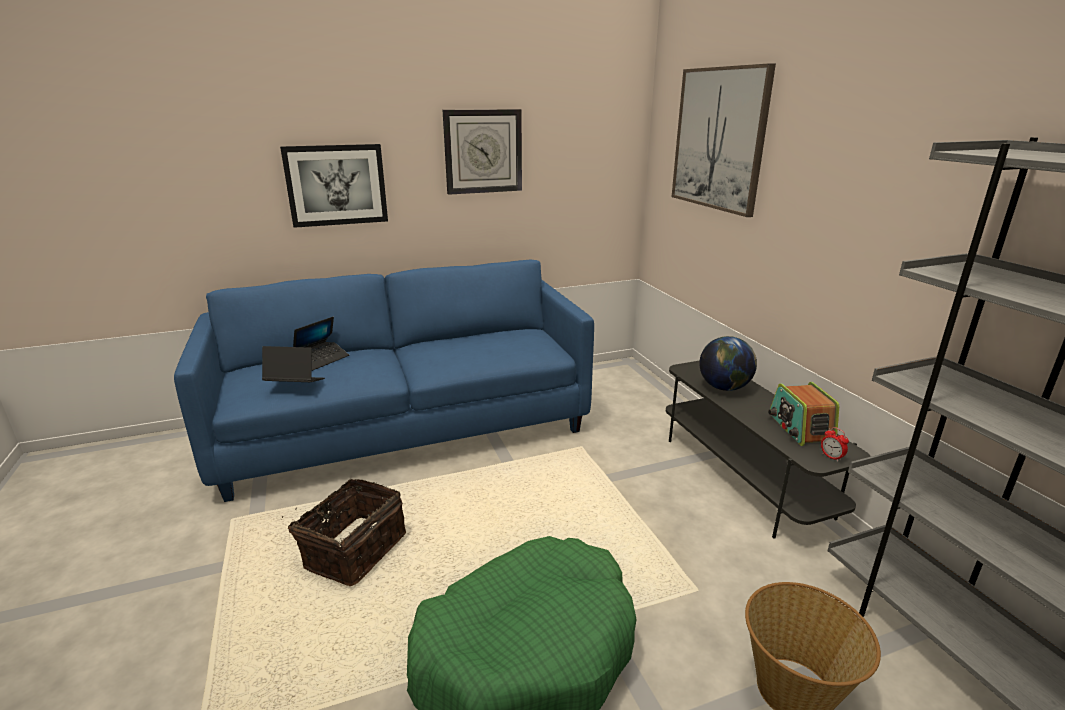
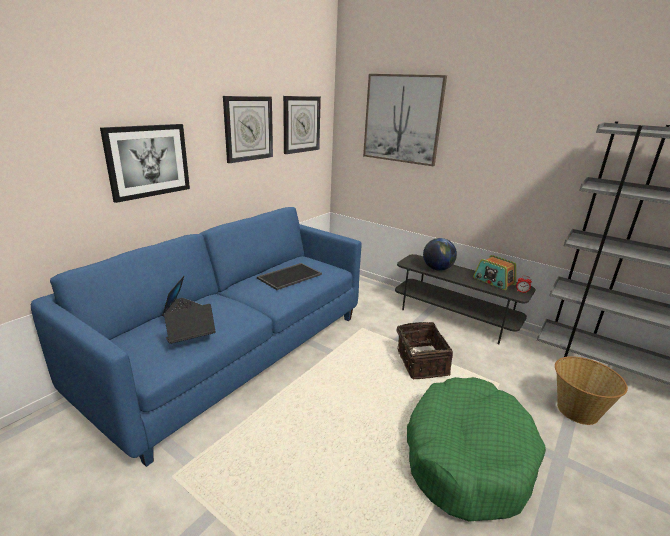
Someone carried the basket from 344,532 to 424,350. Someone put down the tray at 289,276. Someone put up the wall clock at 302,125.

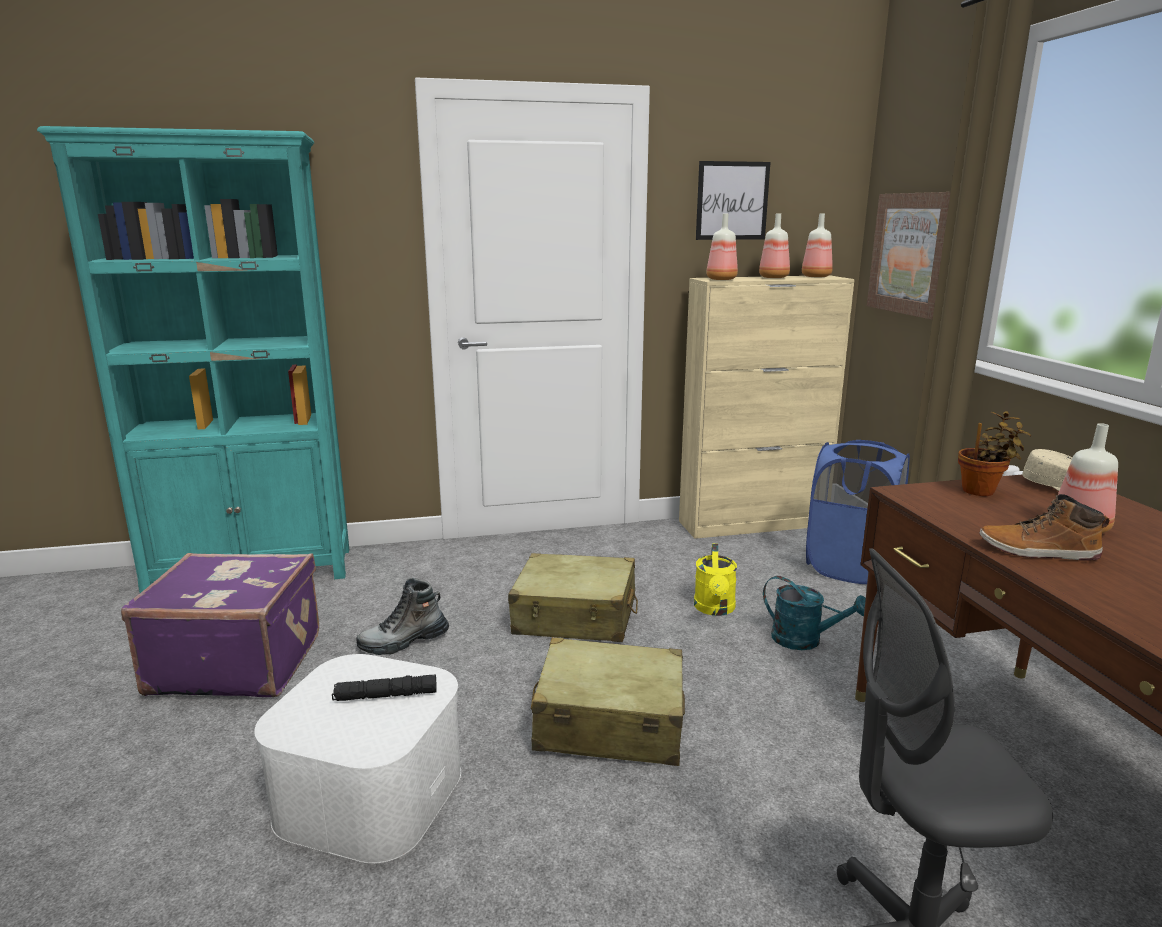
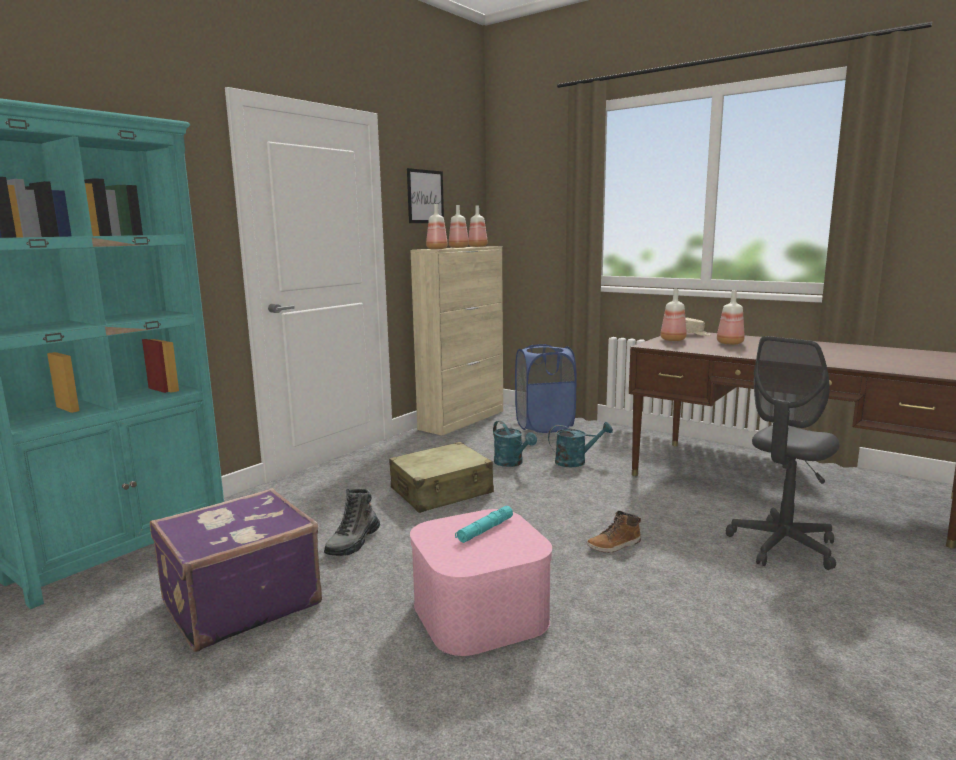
Someone repainted the storage box/white at 357,759, which became the storage box/pink at 481,582. Someone repainted the flashlight/black at 384,688, which became the flashlight/turquoise at 484,524. Someone took away the suitcase/beige at 608,701. Someone repainted the watering can/yellow at 715,579, which became the watering can/turquoise at 515,444. Someone took away the picture at 908,256. Someone swapped the potted plant at 994,453 for the bottle at 674,315. Someone carried the boot from 1045,527 to 614,532.

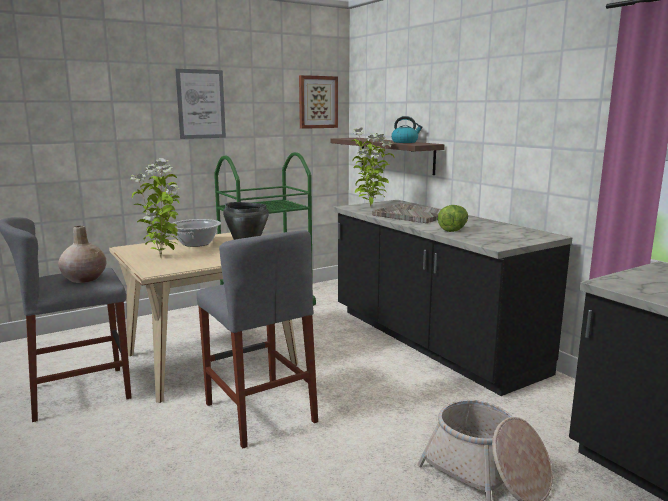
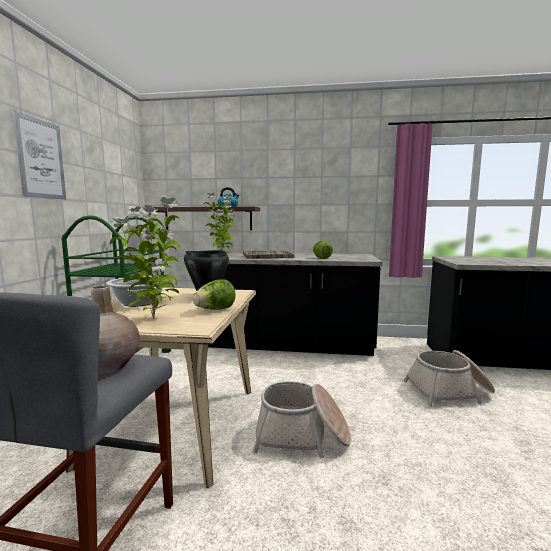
Someone swapped the stool/grey at 257,339 for the basket at 302,419. Someone took away the picture at 318,102. Someone put down the lettuce at 214,294.

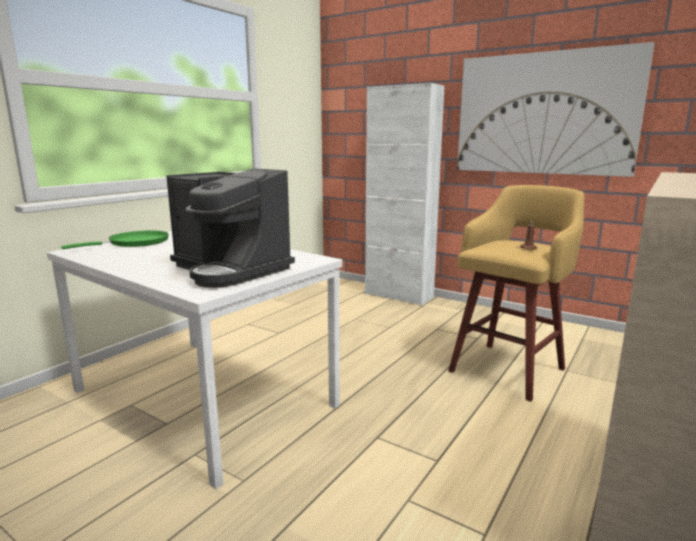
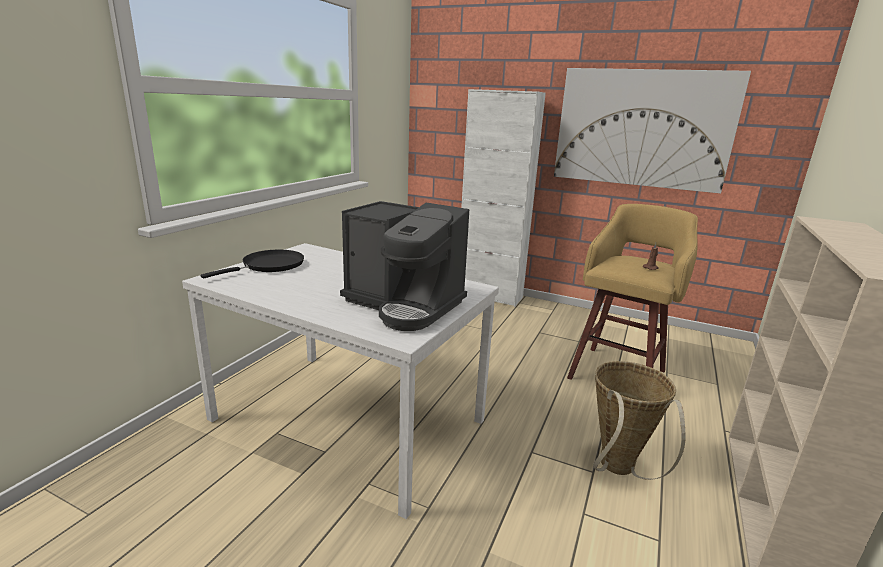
Someone repainted the frying pan/green at 115,240, which became the frying pan/black at 252,264. Someone put down the basket at 639,420.

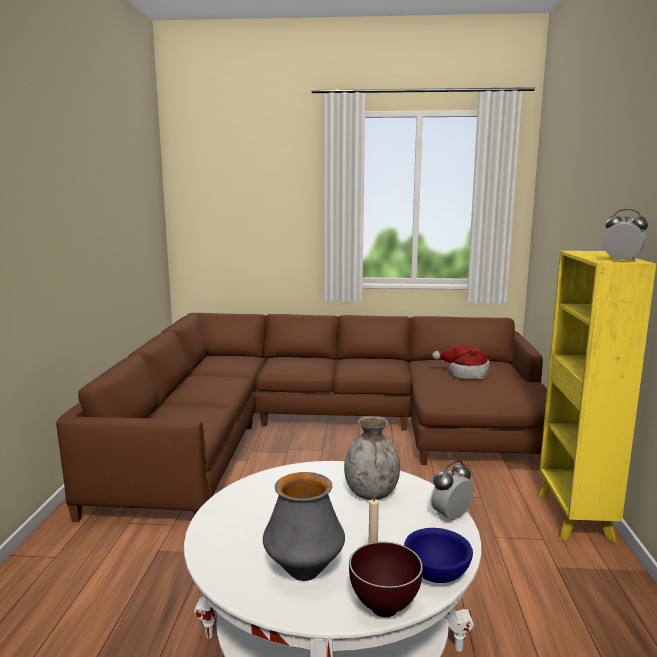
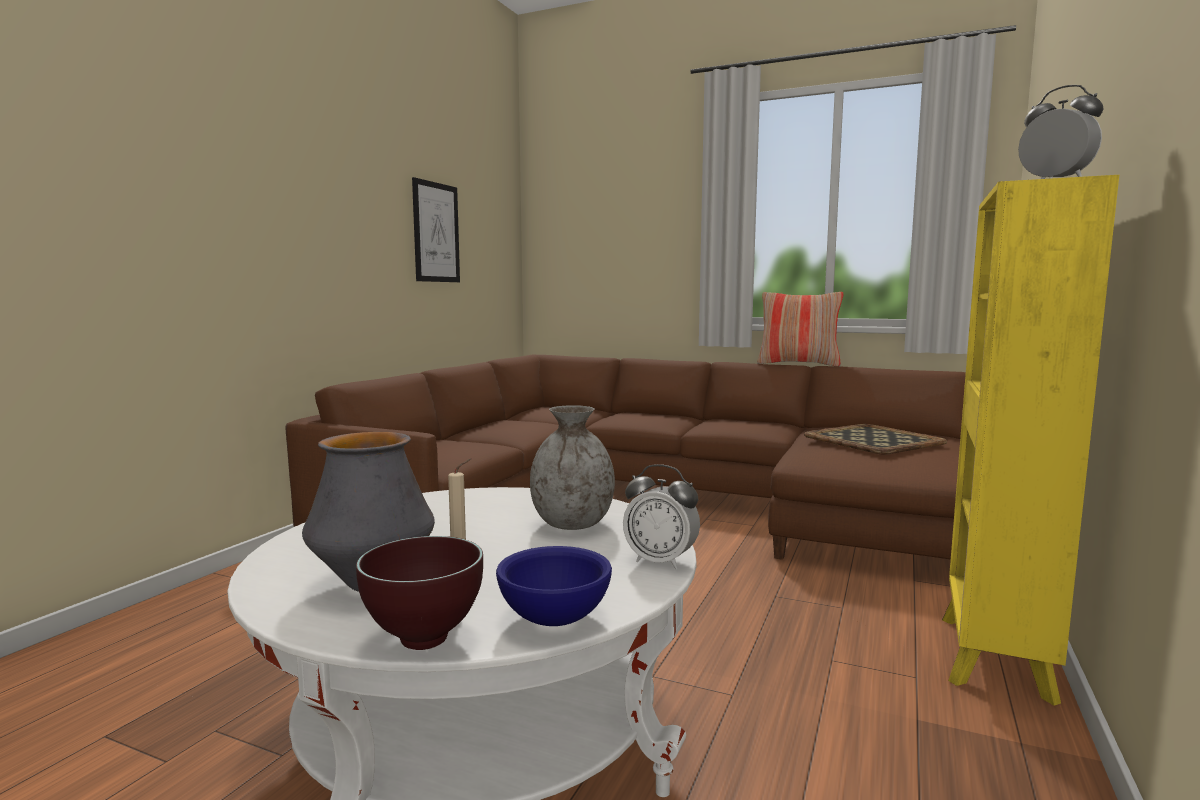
Someone rotated the alarm clock at 452,490 by 135 degrees counterclockwise. Someone swapped the hat at 461,362 for the tray at 875,439. Someone put up the picture at 436,229. Someone put down the pillow at 800,329.

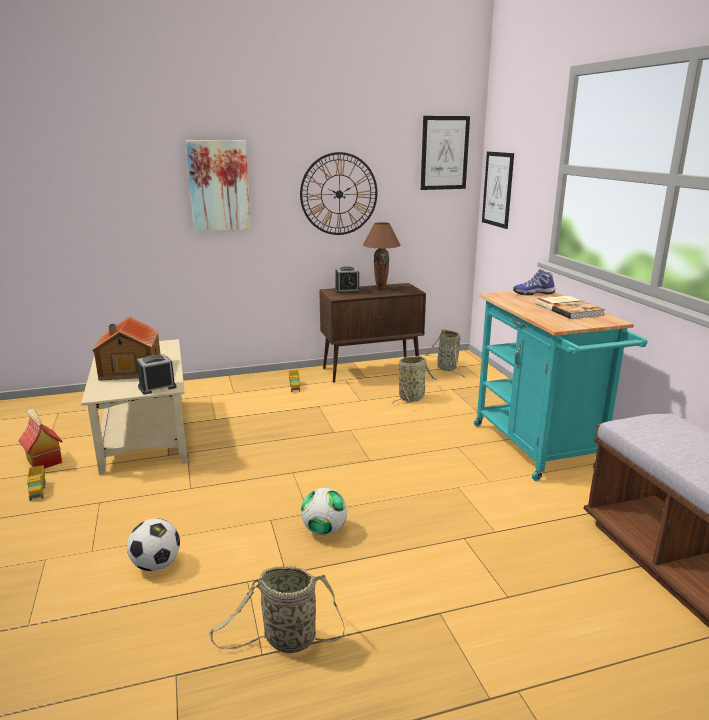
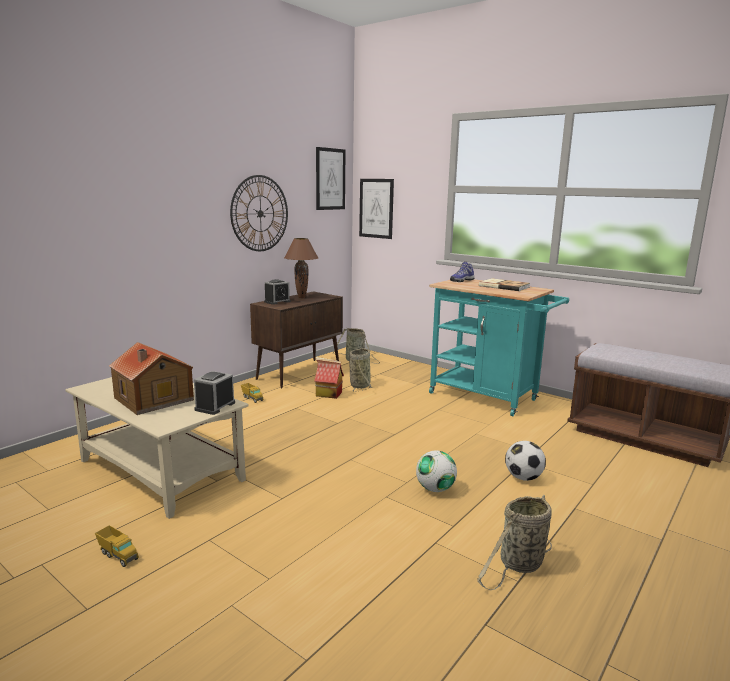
Someone carried the toy house from 41,438 to 329,378. Someone carried the football from 153,544 to 525,461. Someone took away the picture at 218,186.

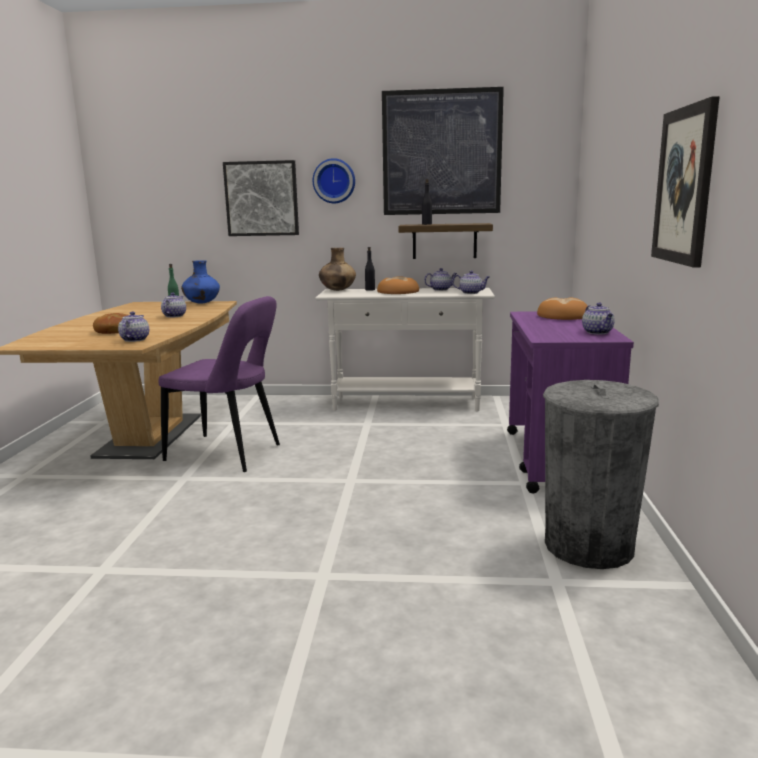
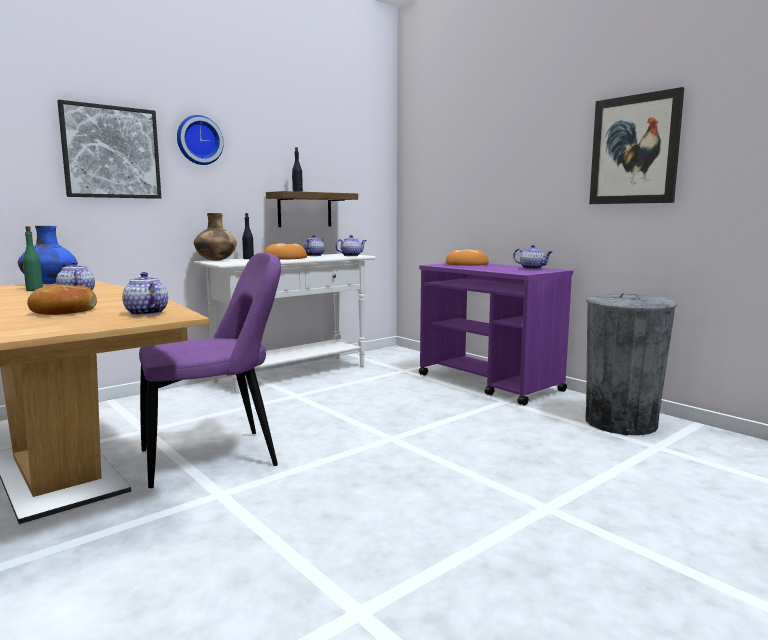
Someone took away the picture at 443,151.

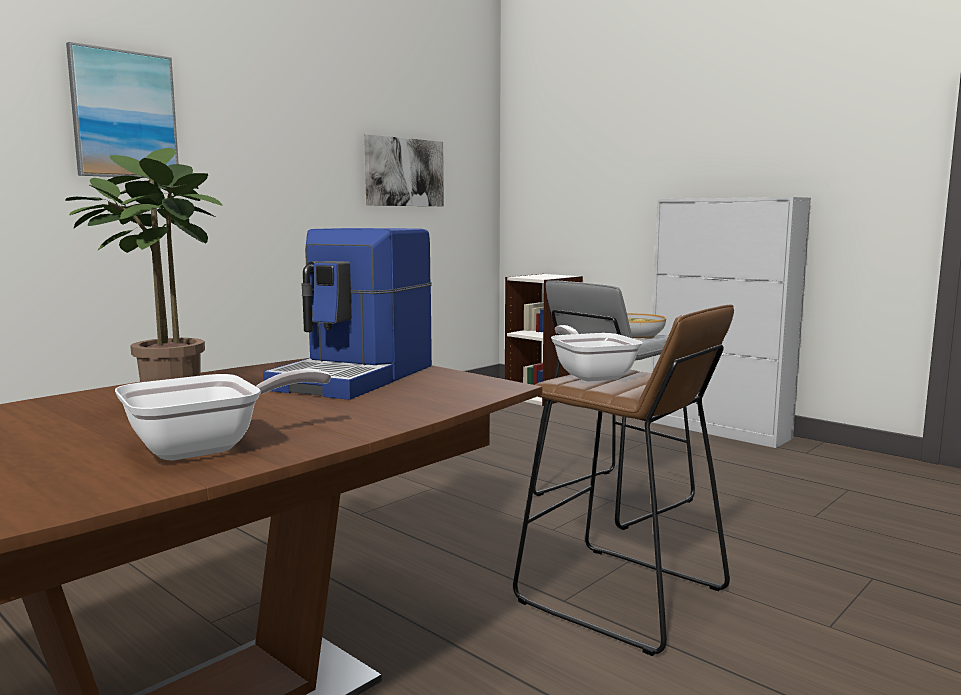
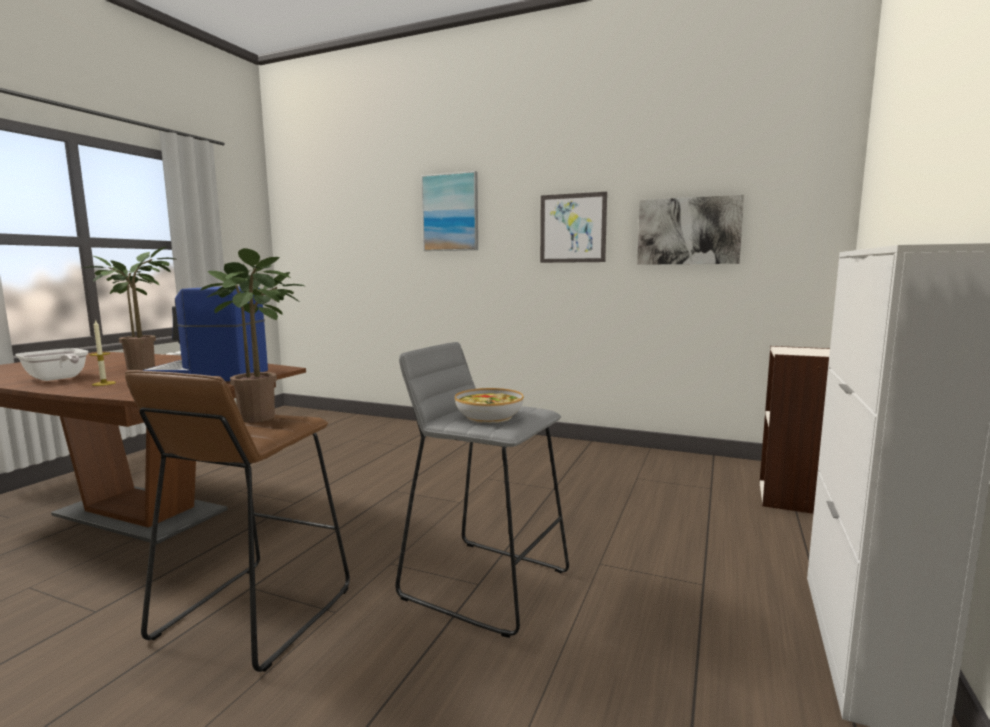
Someone swapped the frying pan at 597,353 for the potted plant at 252,335. Someone put down the candle at 103,352. Someone put up the picture at 573,227.

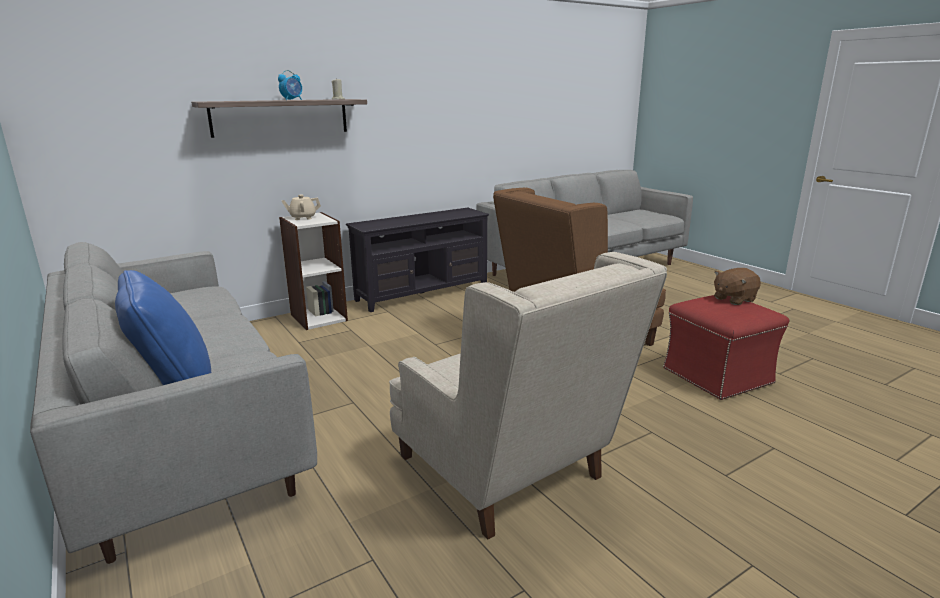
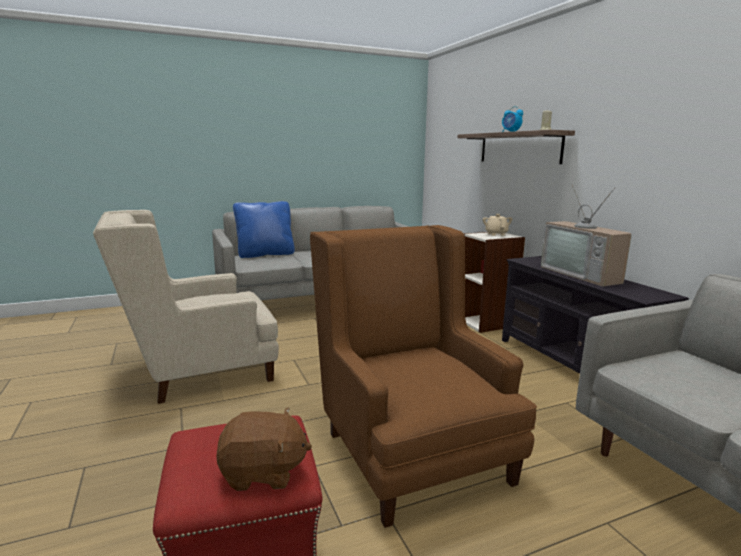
Someone rotated the plush toy/brown at 737,286 by 105 degrees clockwise. Someone put down the television at 586,235.

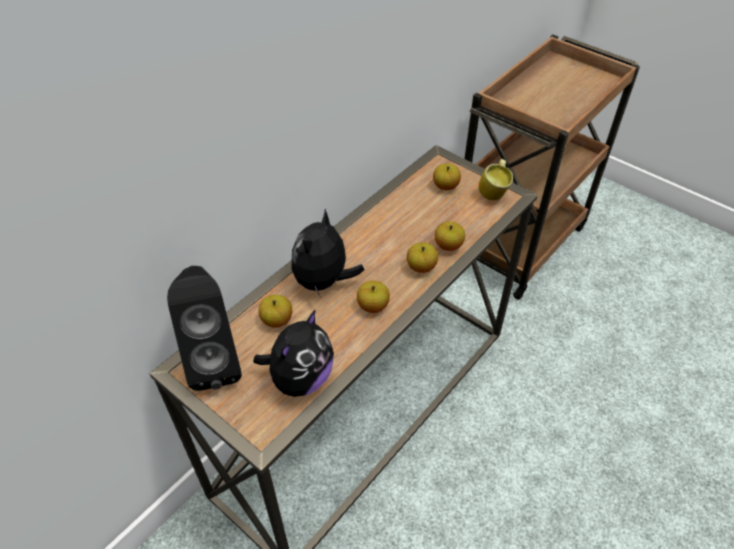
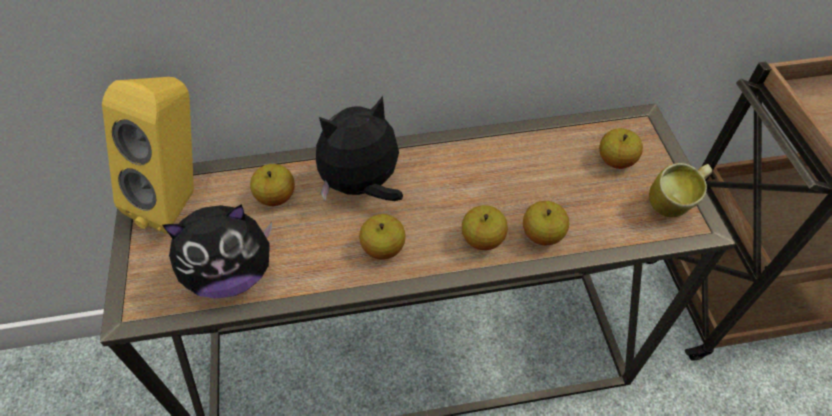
Someone repainted the speaker/black at 204,328, which became the speaker/yellow at 148,155.

